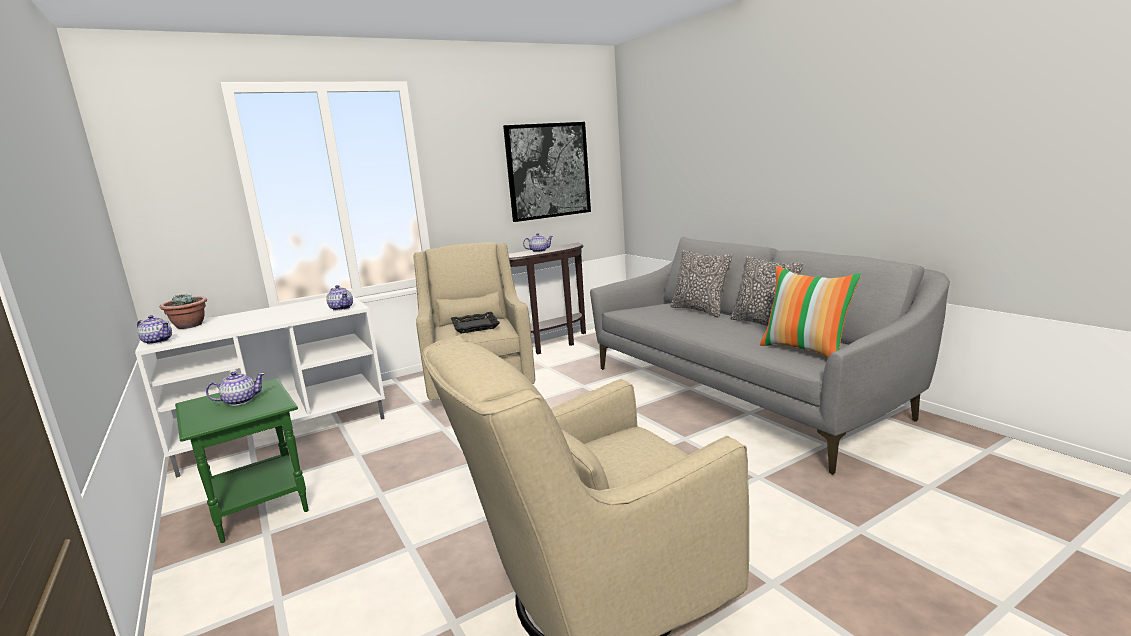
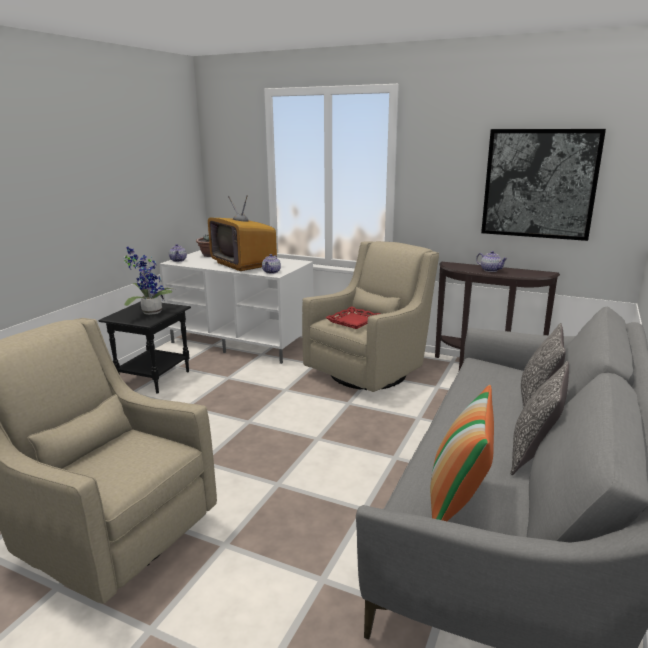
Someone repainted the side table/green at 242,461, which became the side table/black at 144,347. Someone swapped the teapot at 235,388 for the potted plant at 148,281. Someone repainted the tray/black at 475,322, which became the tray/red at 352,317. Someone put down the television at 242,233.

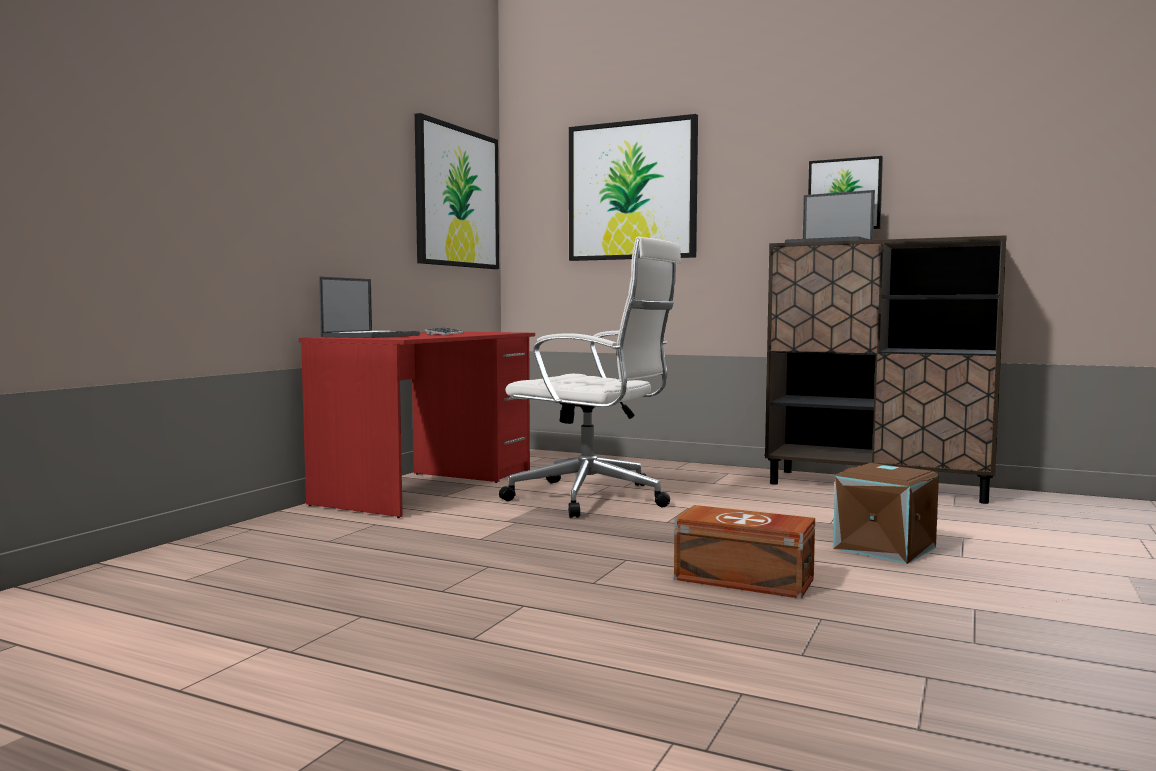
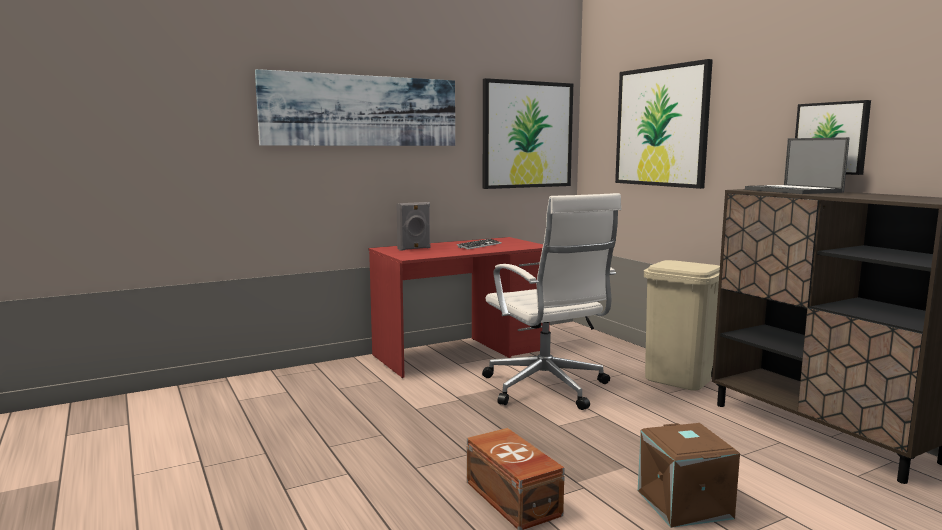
Someone swapped the laptop at 369,307 for the speaker/grey at 413,226. Someone put up the picture at 355,107. Someone put down the trash can/beige at 682,325.

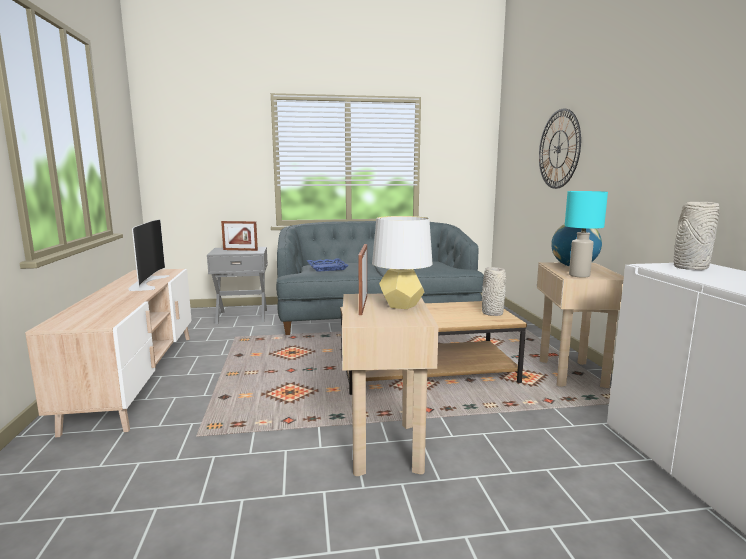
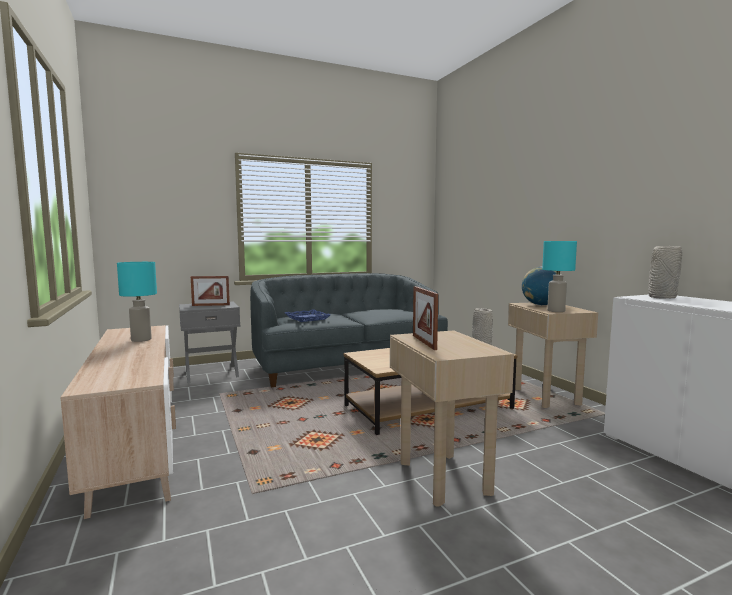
Someone swapped the television at 149,255 for the table lamp/turquoise at 137,302. Someone took away the table lamp/grey at 402,262. Someone took away the wall clock at 560,149.

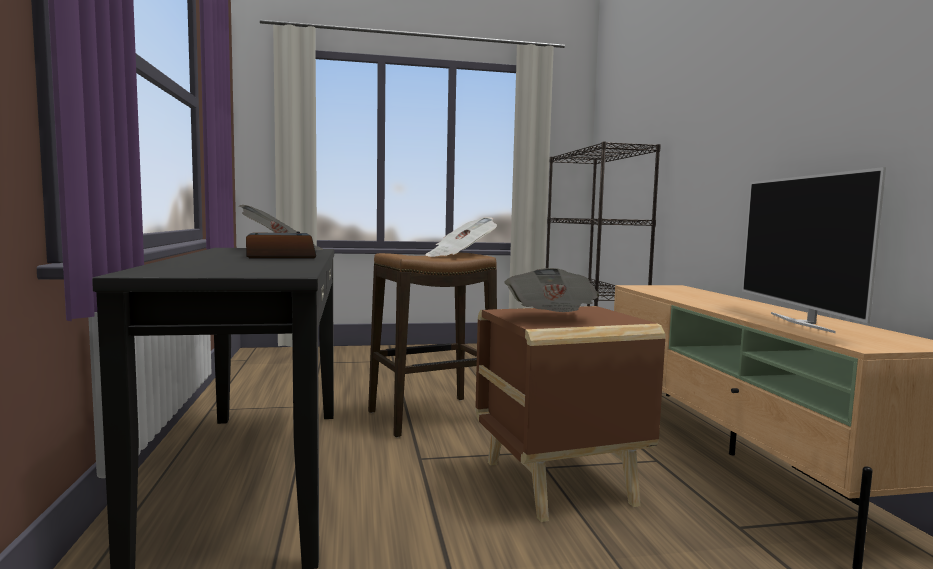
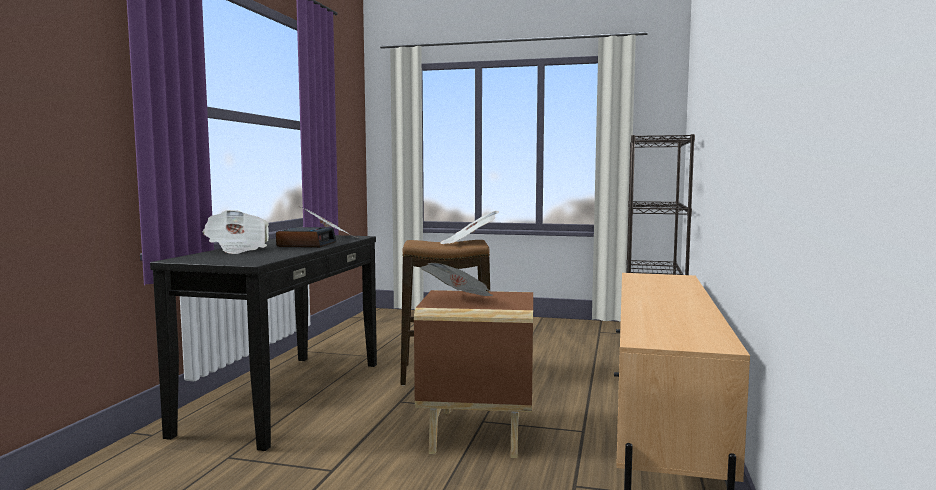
Someone took away the television at 814,250. Someone put down the newspaper at 235,232.

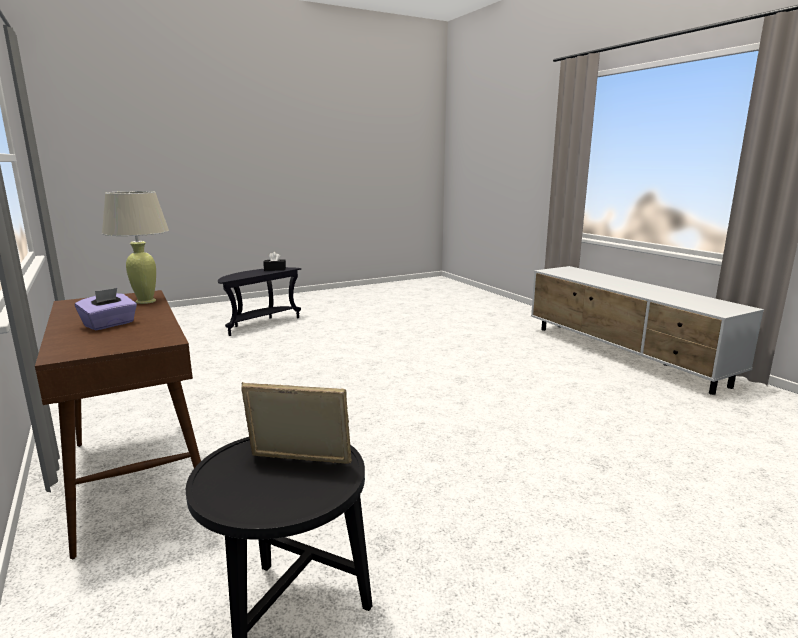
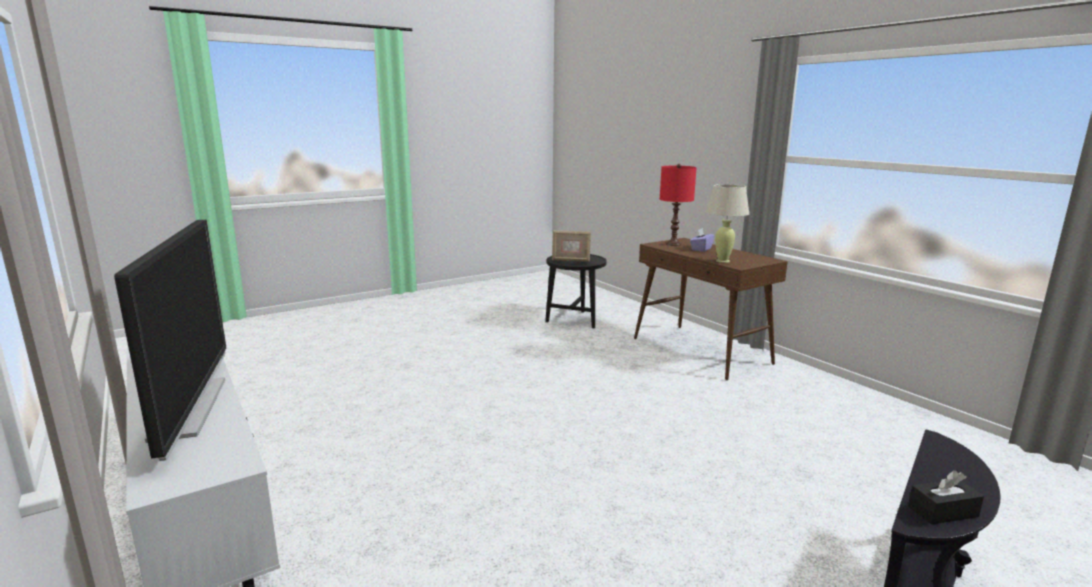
Someone put down the television at 170,340. Someone put down the table lamp/red at 678,205.

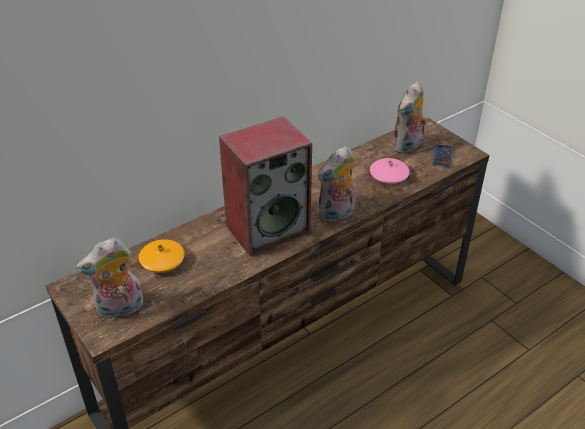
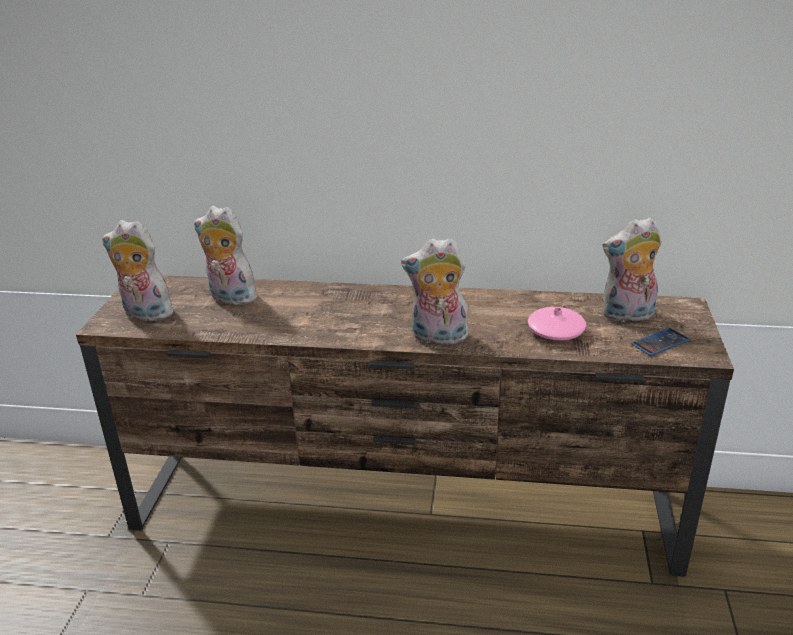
Someone swapped the vase/orange at 162,256 for the plush toy at 228,255. Someone took away the speaker at 265,186.

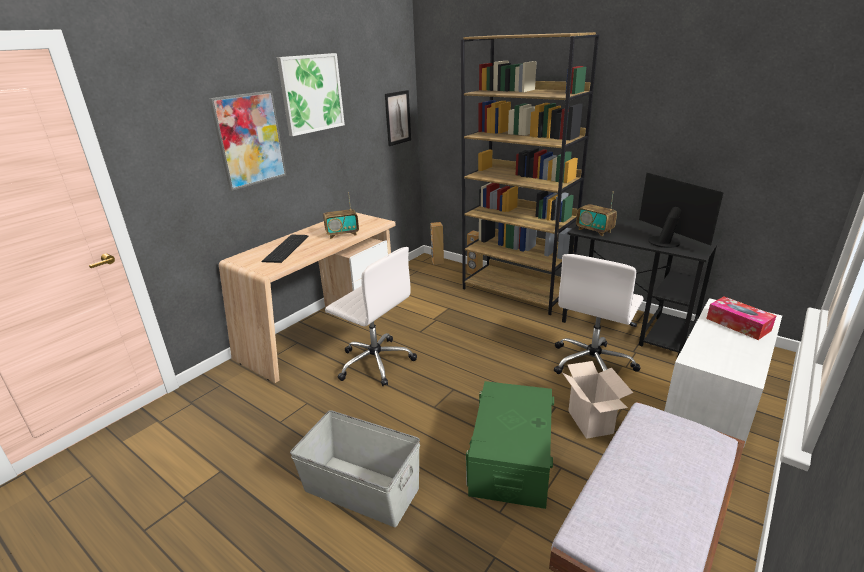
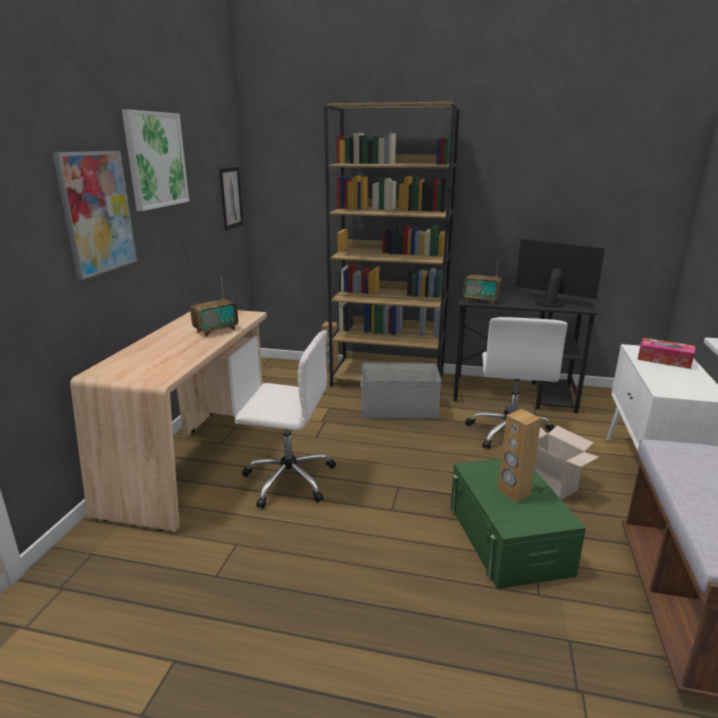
Someone took away the keyboard at 284,249. Someone carried the storage box/grey from 355,468 to 401,391. Someone carried the speaker/brown from 437,243 to 519,456.

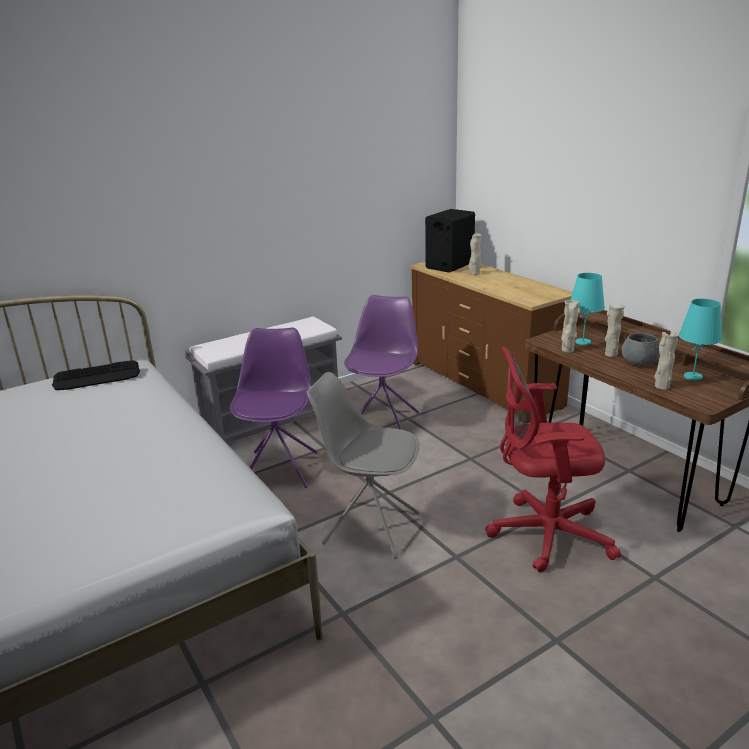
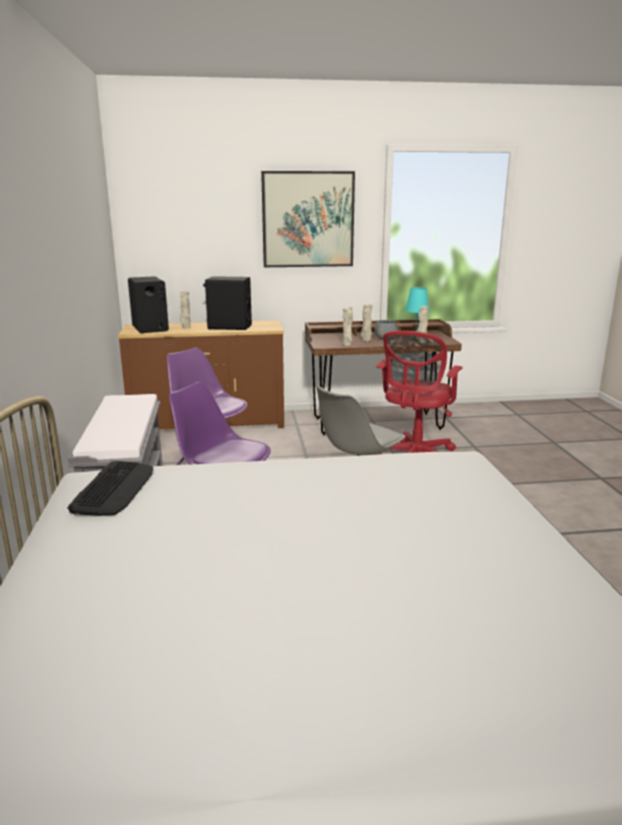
Someone took away the table lamp/turquoise at 588,309. Someone put down the speaker/black at 227,303. Someone put up the picture at 308,219.

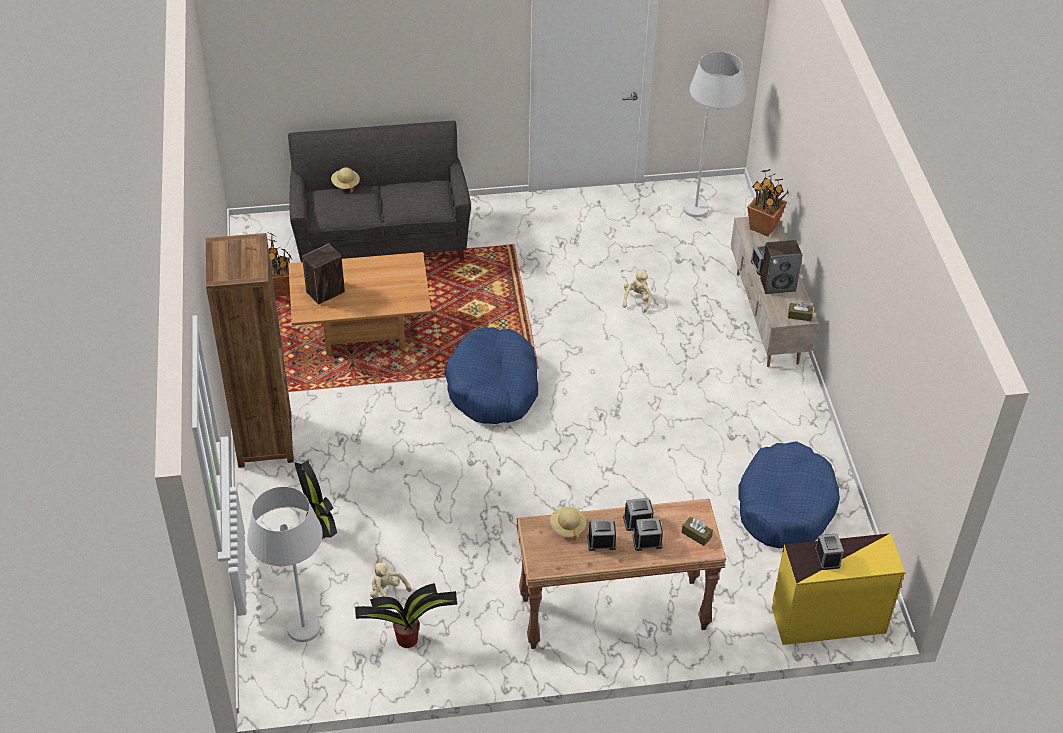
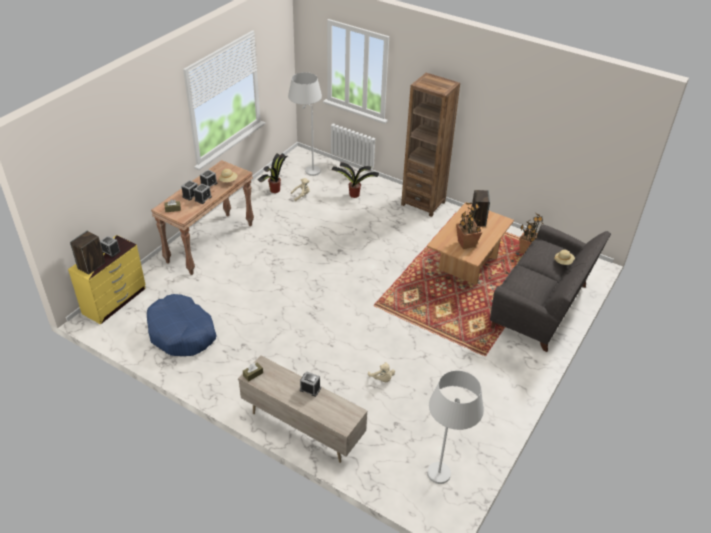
Someone took away the dog bed/blue at 491,375. Someone carried the potted plant from 768,203 to 469,226. Someone carried the speaker from 781,267 to 87,252.

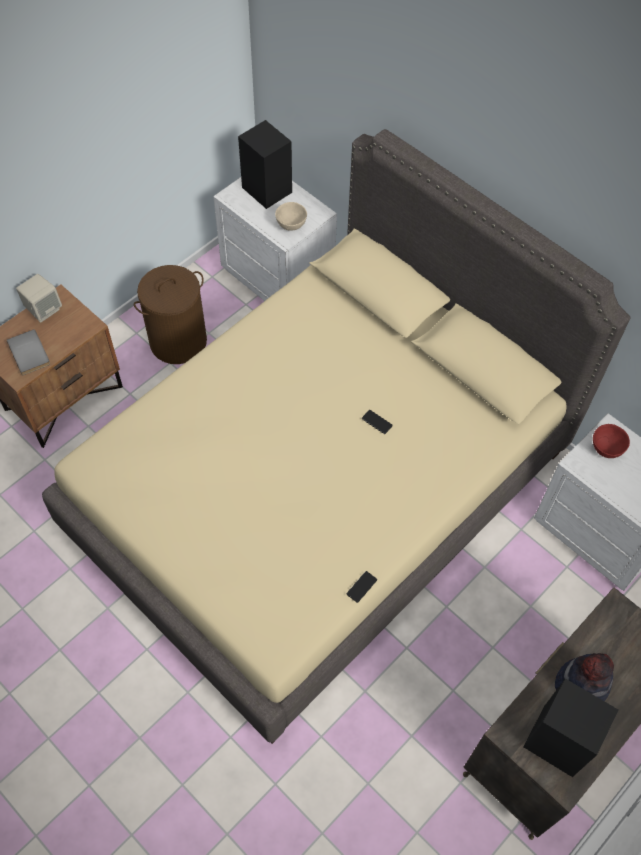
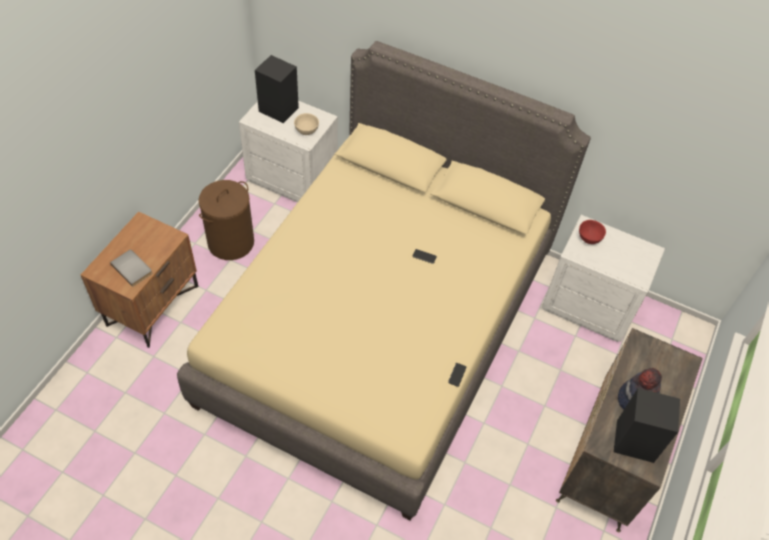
Someone took away the speaker/beige at 39,298.

